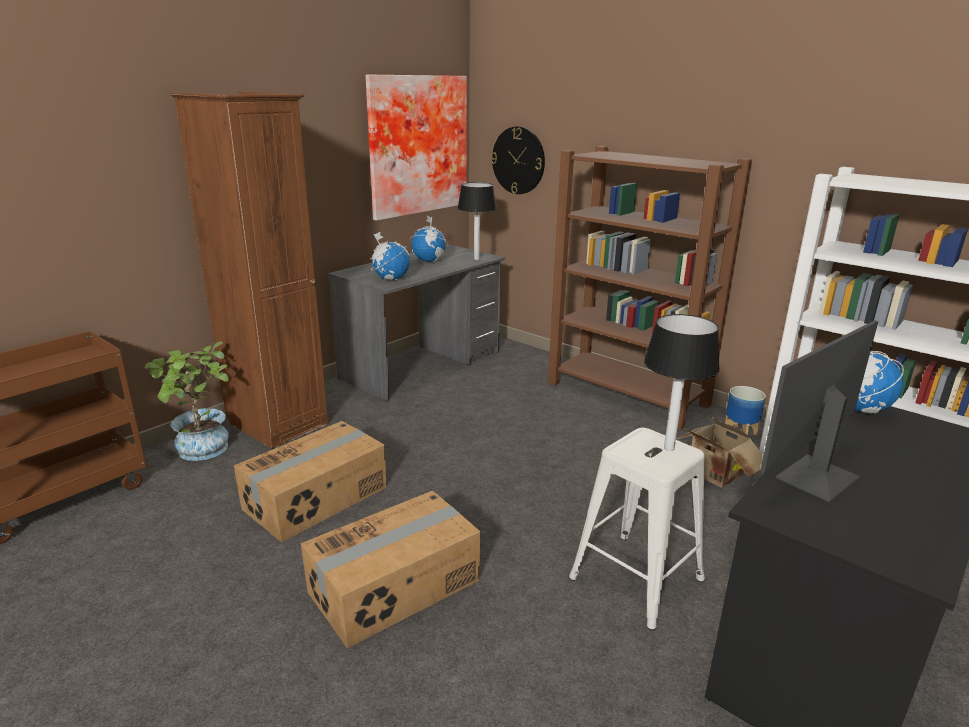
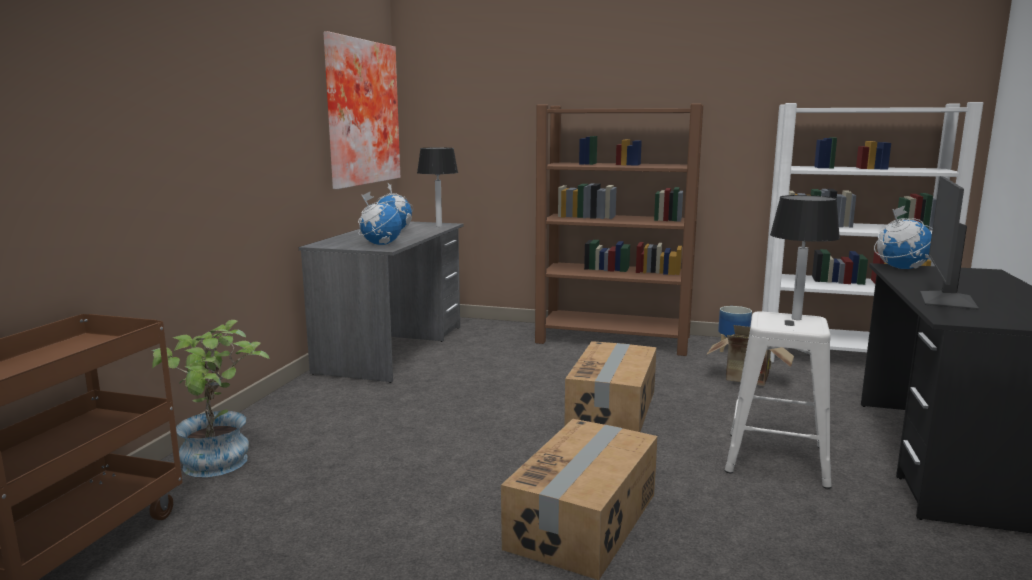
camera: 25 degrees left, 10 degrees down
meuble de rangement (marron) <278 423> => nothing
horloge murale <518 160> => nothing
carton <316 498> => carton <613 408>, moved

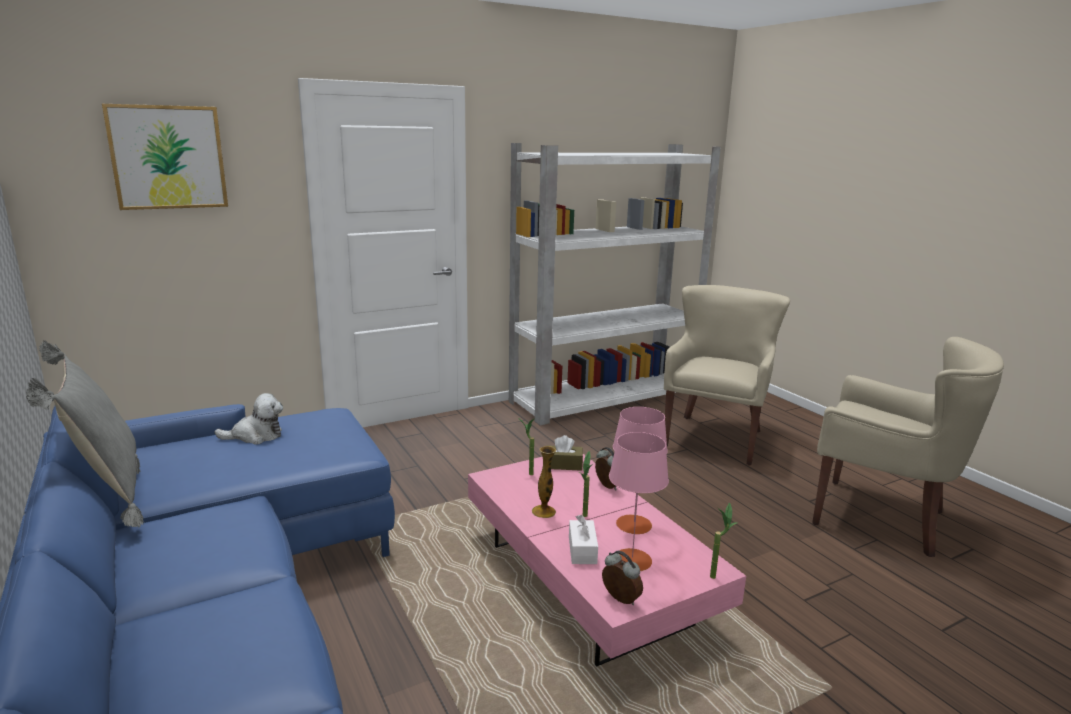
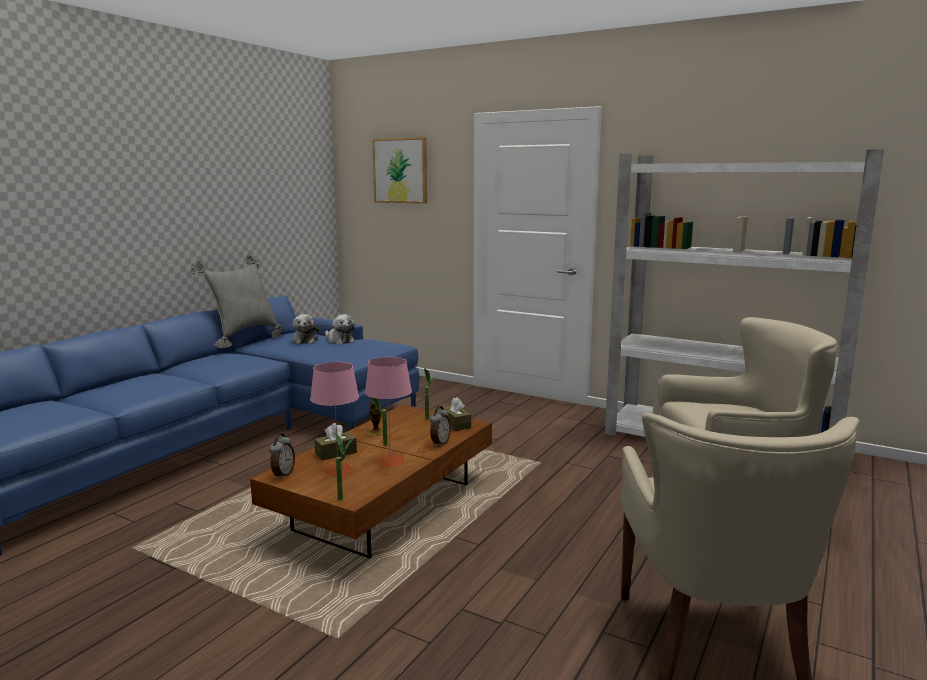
camera: 60 degrees right, 5 degrees down
nothing => peluche <304 340>
table basse (rose) <585 584> => table basse (marron) <384 506>
boîte à mouchoirs (blanc) <582 550> => boîte à mouchoirs (marron) <336 453>

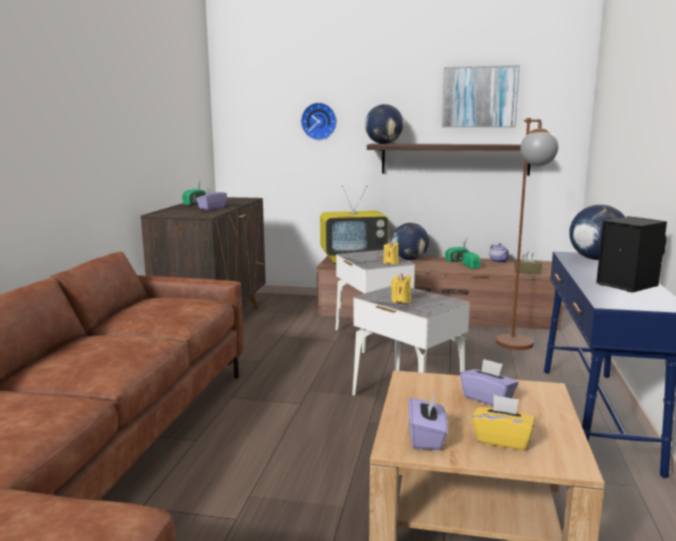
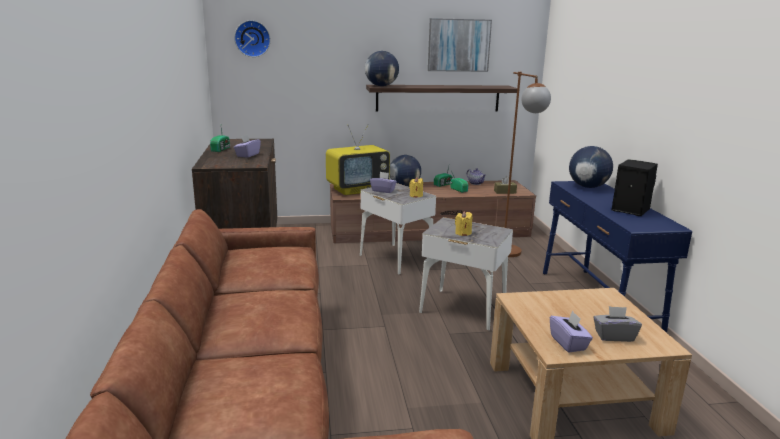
camera: 20 degrees left, 5 degrees up
horloge murale <319 121> => horloge murale <252 38>, moved
boîte à mouchoirs (violet) <488 398> => boîte à mouchoirs (violet) <383 190>, moved
boîte à mouchoirs (jaune) <502 440> => boîte à mouchoirs (gris) <614 336>

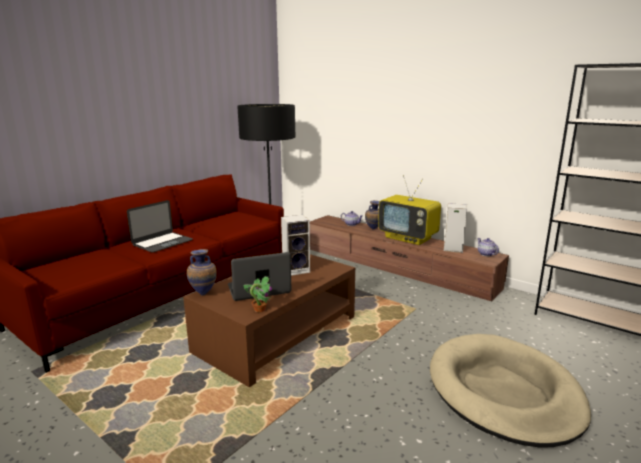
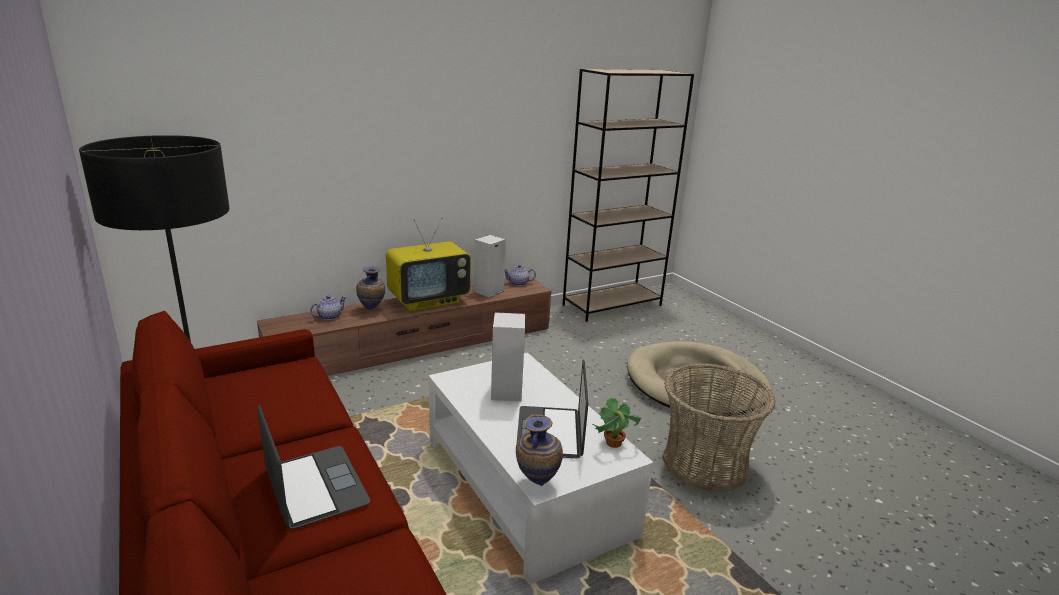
camera: 70 degrees left, 5 degrees up
nothing => panier <705 464>
table basse (marron) <277 334> => table basse (blanc) <526 486>

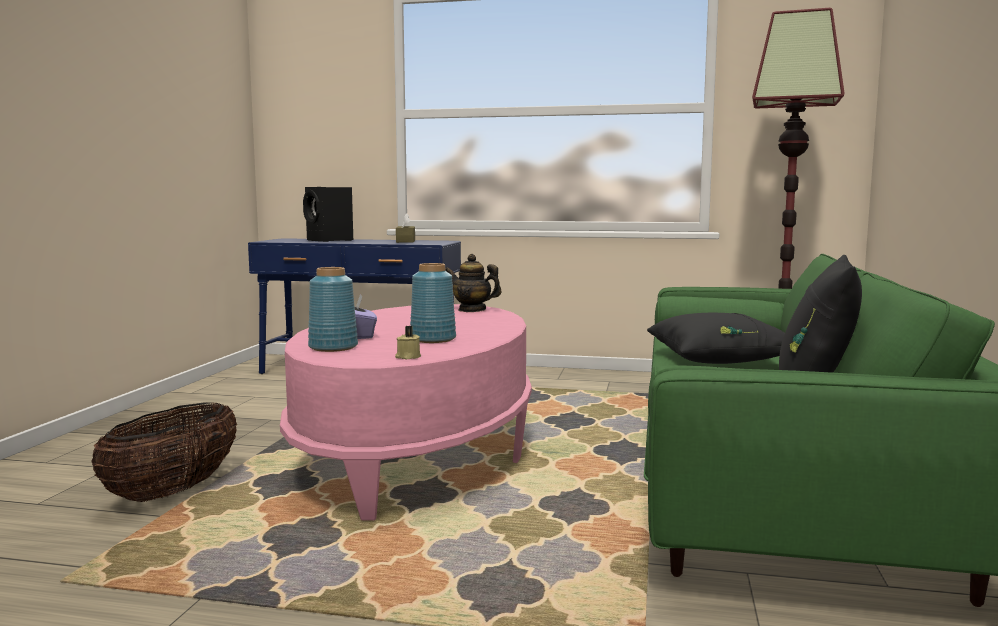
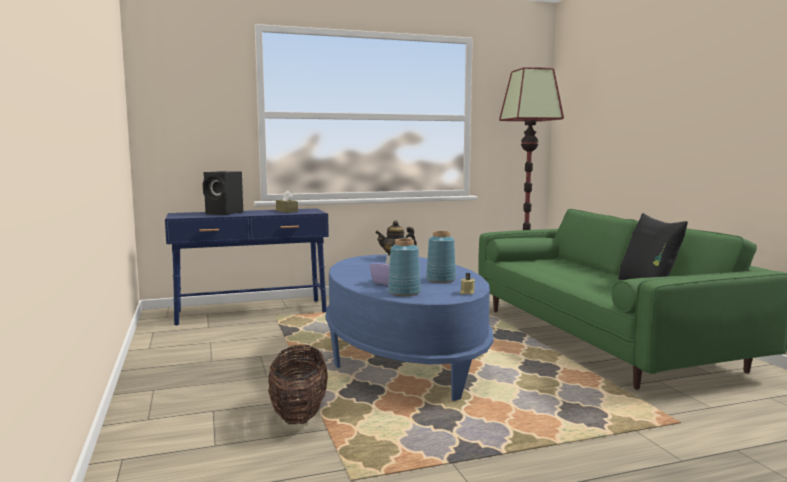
camera: 30 degrees left, 0 degrees up
coussin (noir) <719 360> => nothing
table basse (rose) <416 454> => table basse (bleu) <404 359>

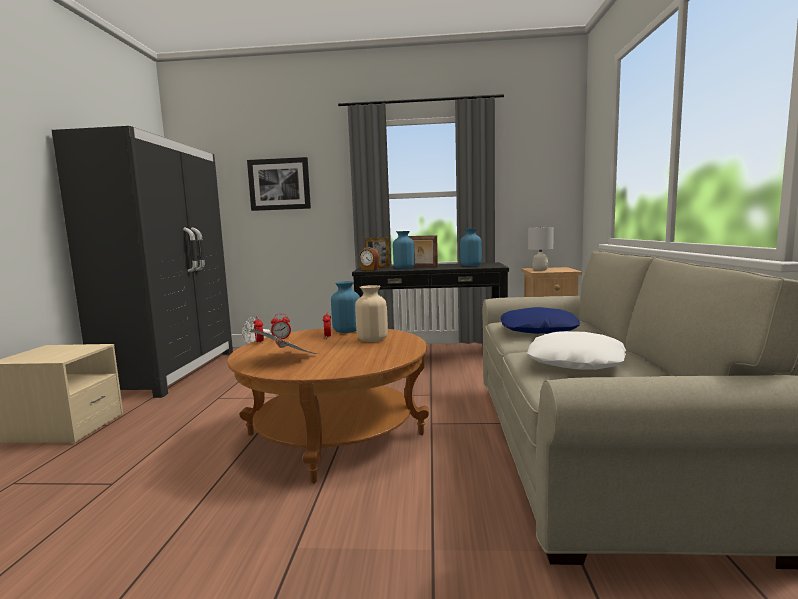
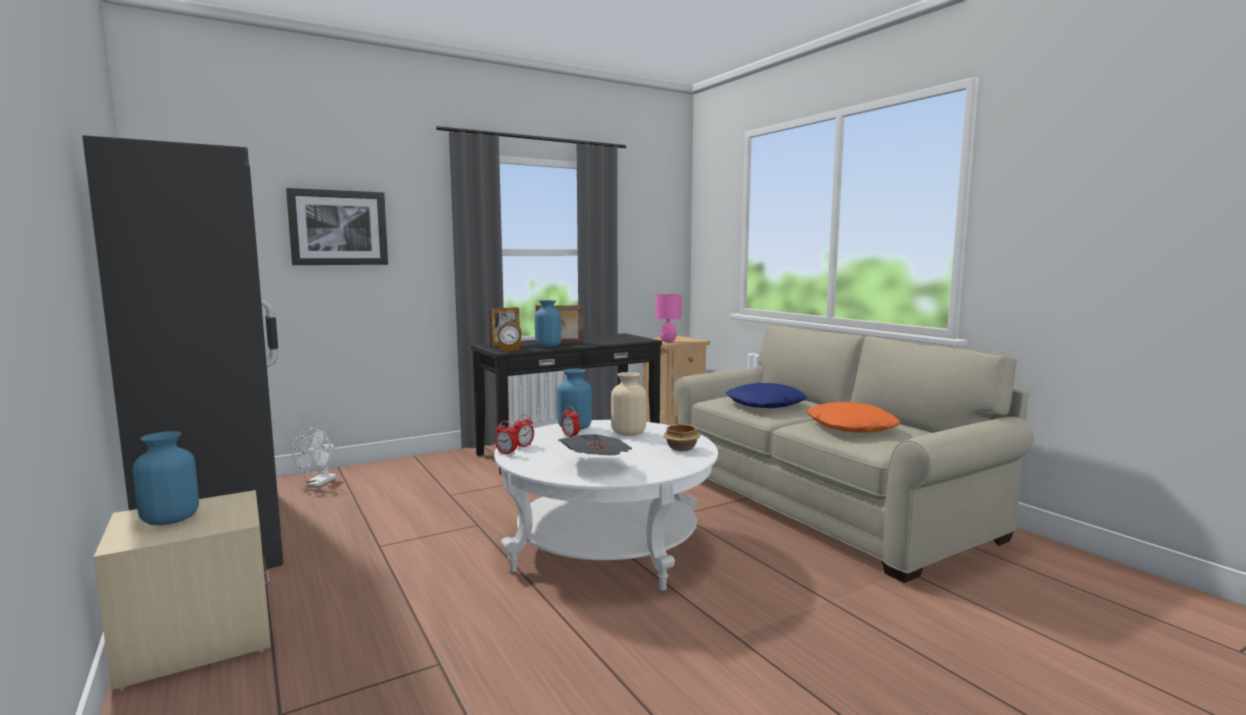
camera: 35 degrees left, 0 degrees up
nothing => bol <682 448>
vase (bleu) <471 265> => vase (bleu) <170 519>, moved
table basse (marron) <335 434> => table basse (blanc) <607 546>
coussin (blanc) <574 361> => coussin (orange) <850 427>
lampe de table (gris) <539 270> => lampe de table (rose) <667 341>

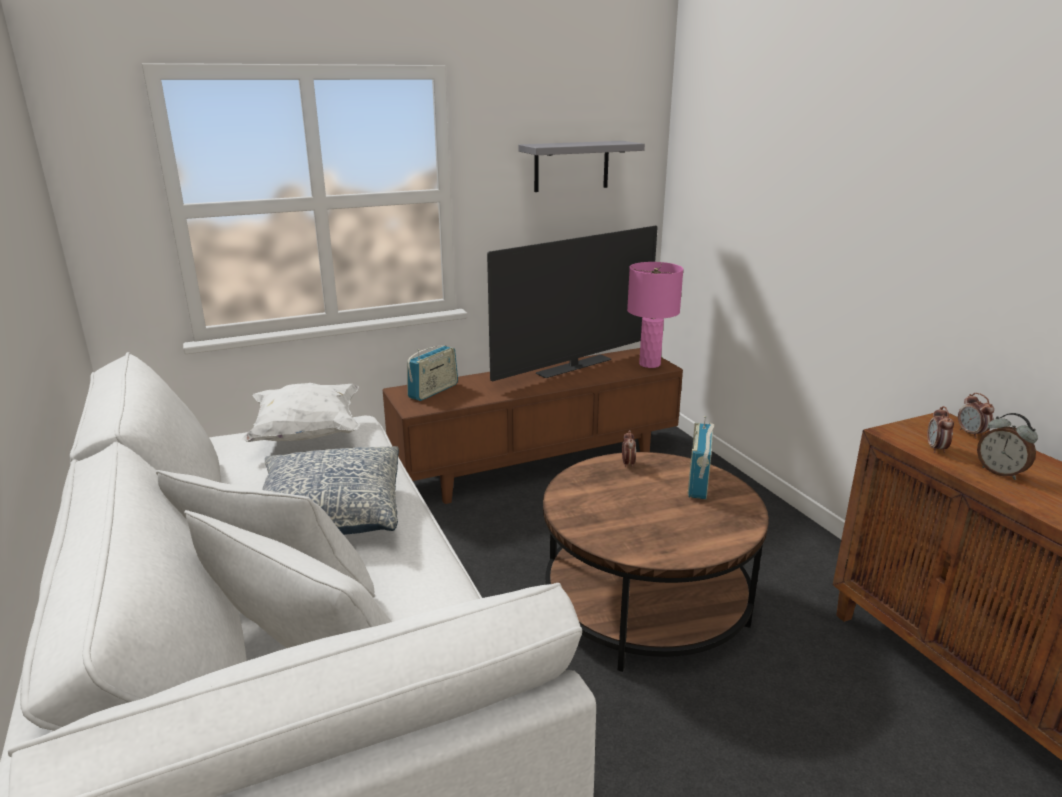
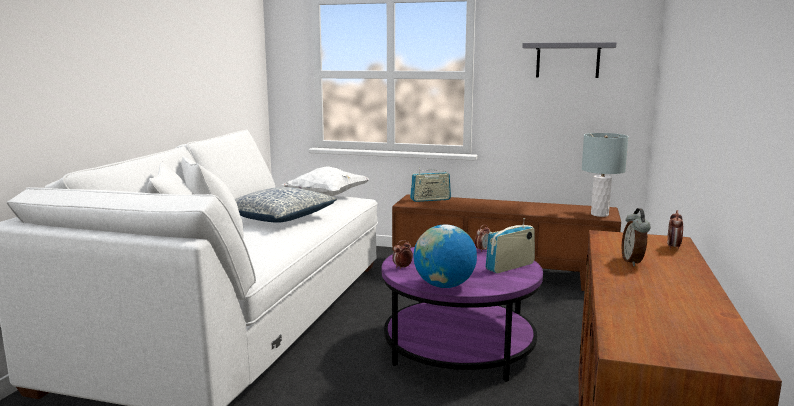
camera: 40 degrees right, 10 degrees down
téléviseur <574 367> => nothing
nothing => globe <444 285>
réveil <936 449> => réveil <402 267>, moved
table basse (marron) <645 601> => table basse (violet) <459 347>
lampe de table (rose) <650 364> => lampe de table (gris) <600 214>

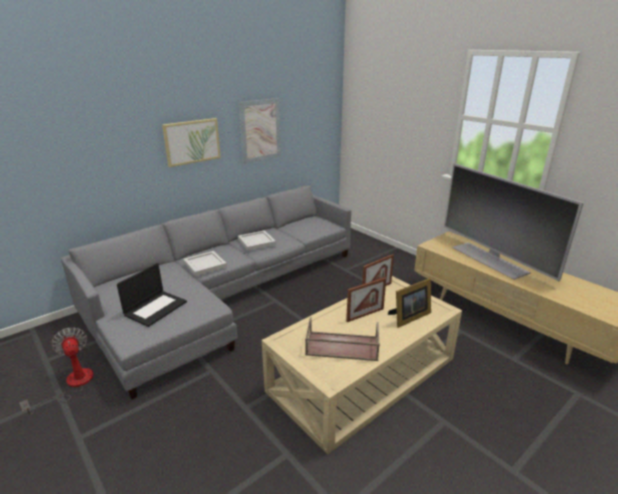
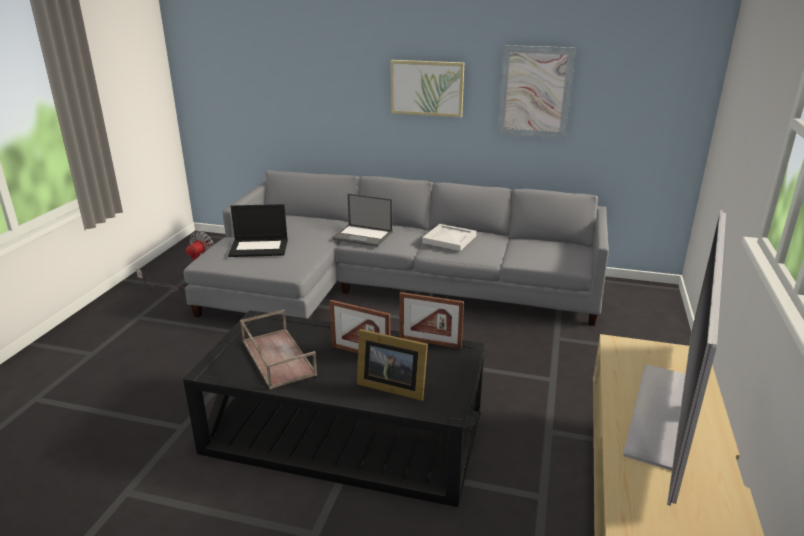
camera: 55 degrees right, 0 degrees up
plateau (blanc) <205 264> => ordinateur portable <363 236>
table basse (beige) <362 374> => table basse (noir) <345 432>

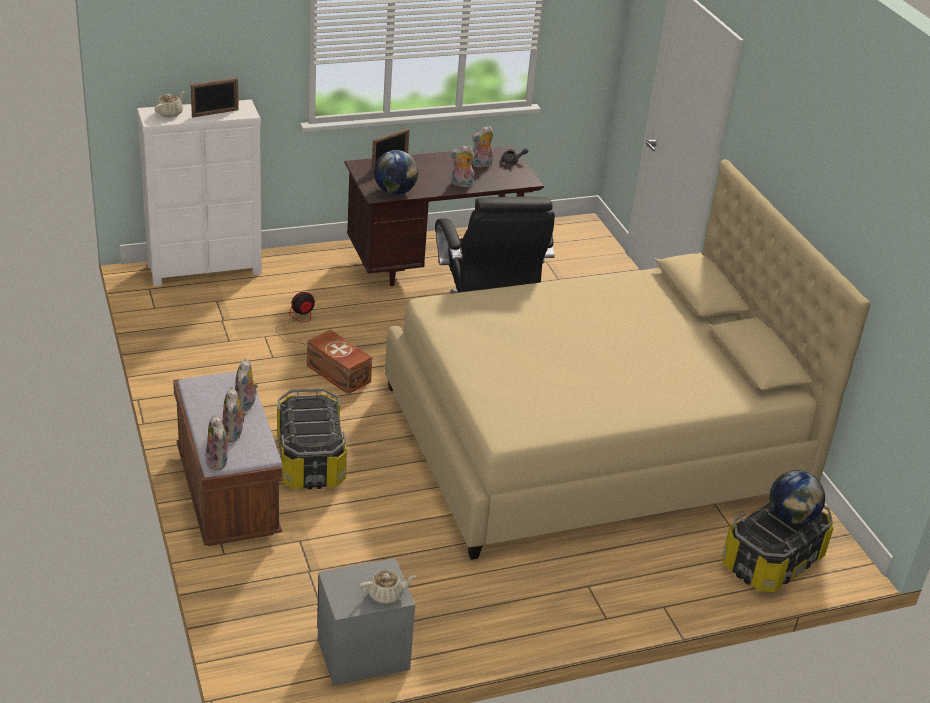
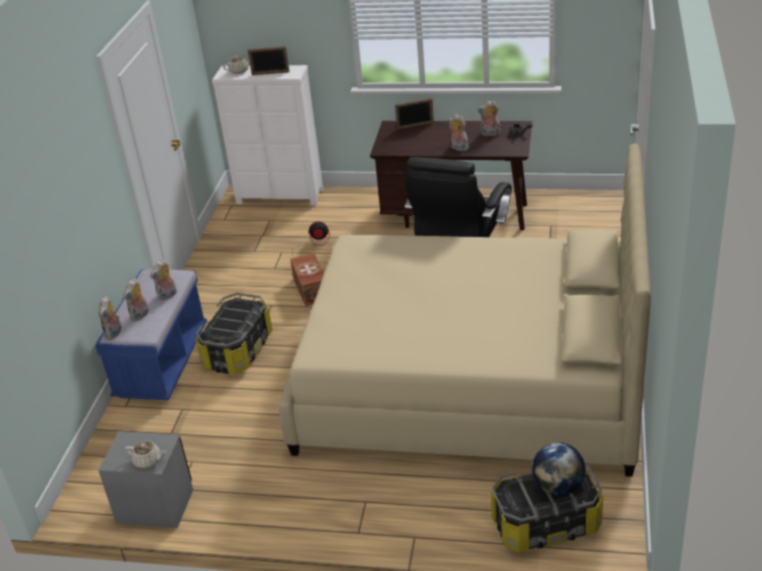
camera: 35 degrees right, 0 degrees up
globe <394 191> => nothing
banc (marron) <227 494> => banc (bleu) <162 363>

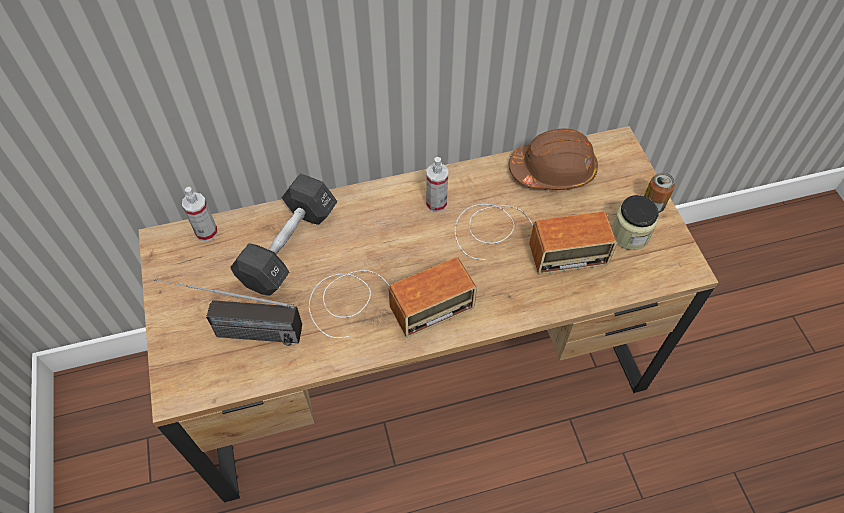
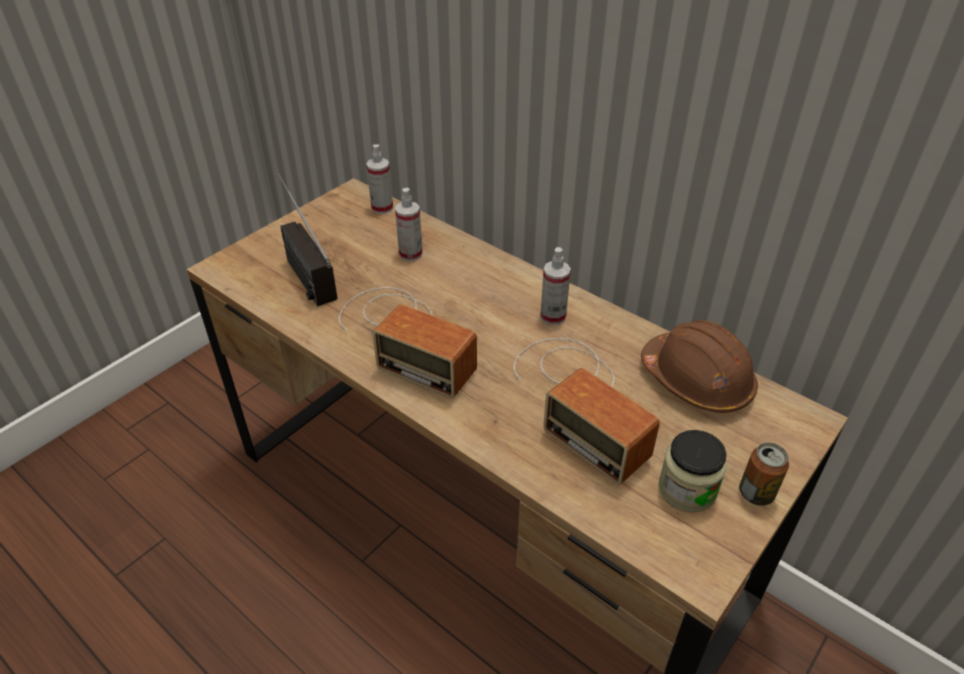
camera: 55 degrees right, 15 degrees down
haltère (noir) <289 246> => vaporisateur <410 254>

